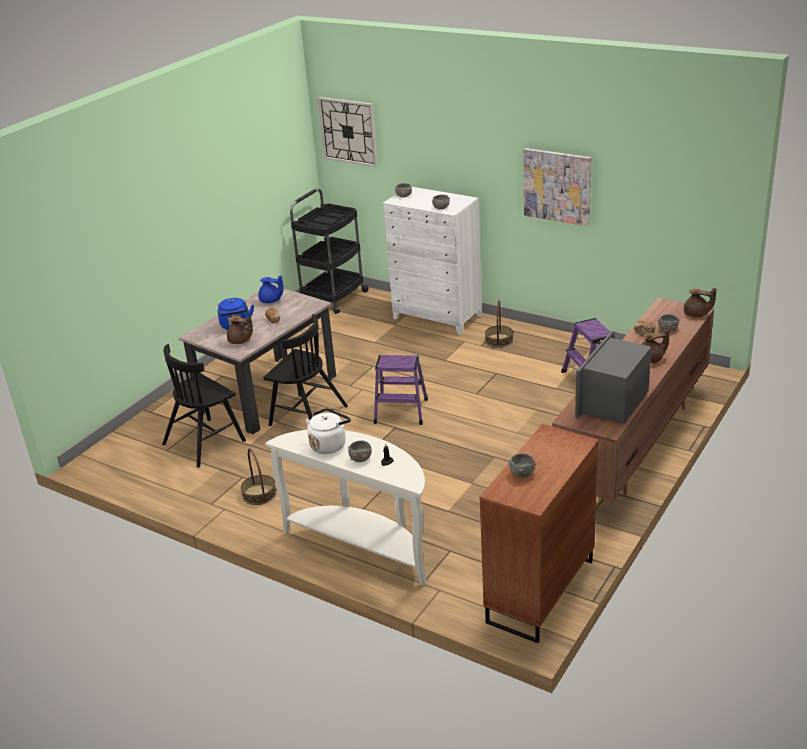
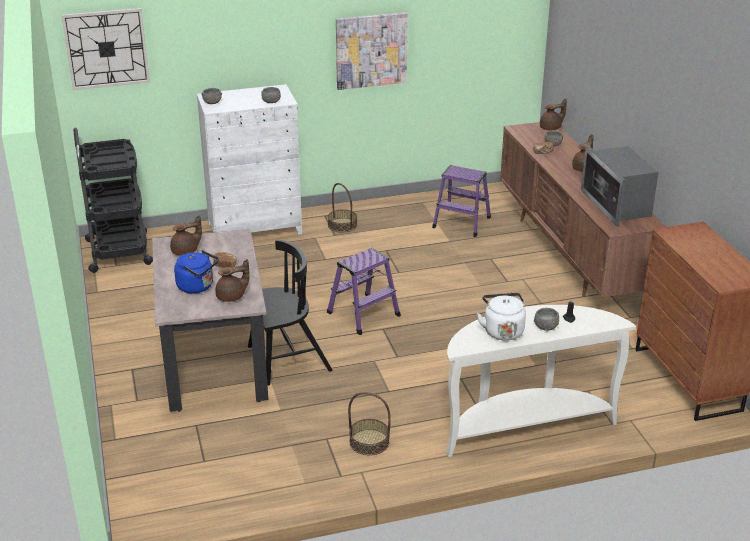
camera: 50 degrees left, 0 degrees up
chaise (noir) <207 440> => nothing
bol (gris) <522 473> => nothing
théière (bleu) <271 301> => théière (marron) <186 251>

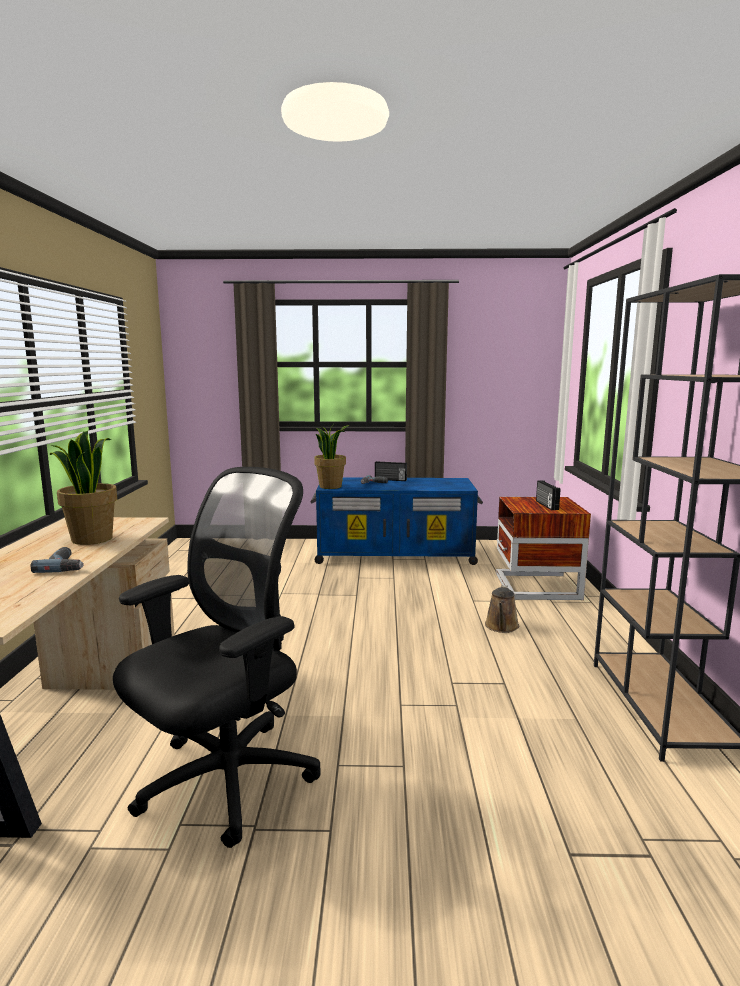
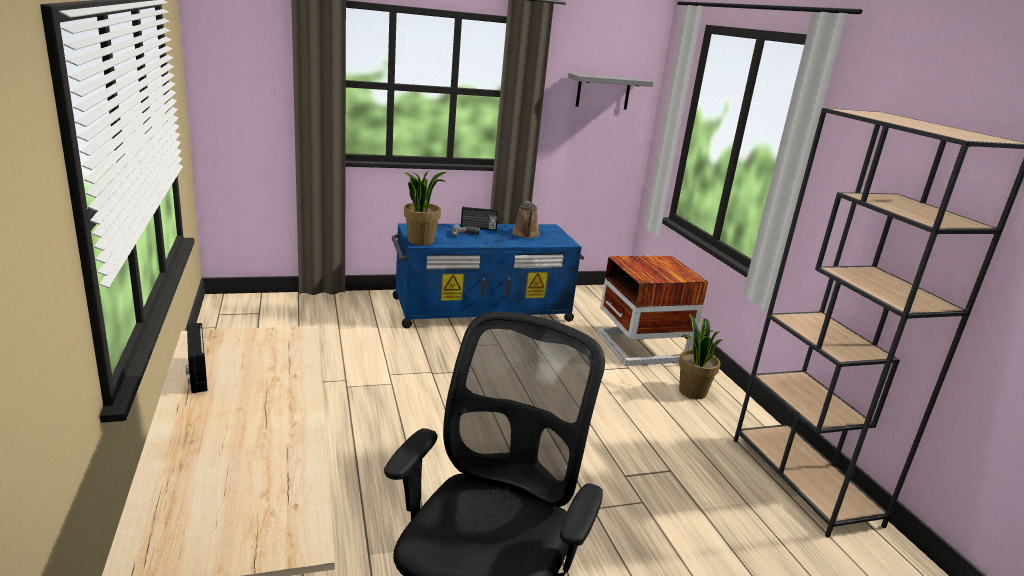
camera: 20 degrees left, 10 degrees up
perceuse <66 565> => nothing
nothing => étagère (gris) <603 91>
plante en pot <91 539> => plante en pot <691 392>, moved
arrosoir (marron) <501 627> => arrosoir (marron) <526 234>, moved
radio <546 505> => radio <196 374>, moved

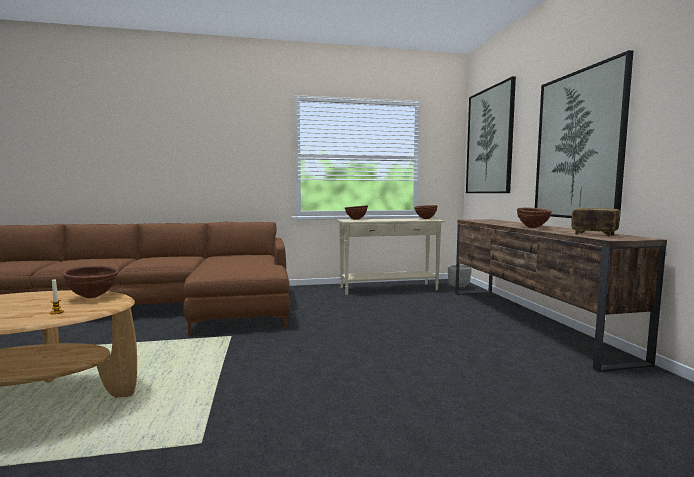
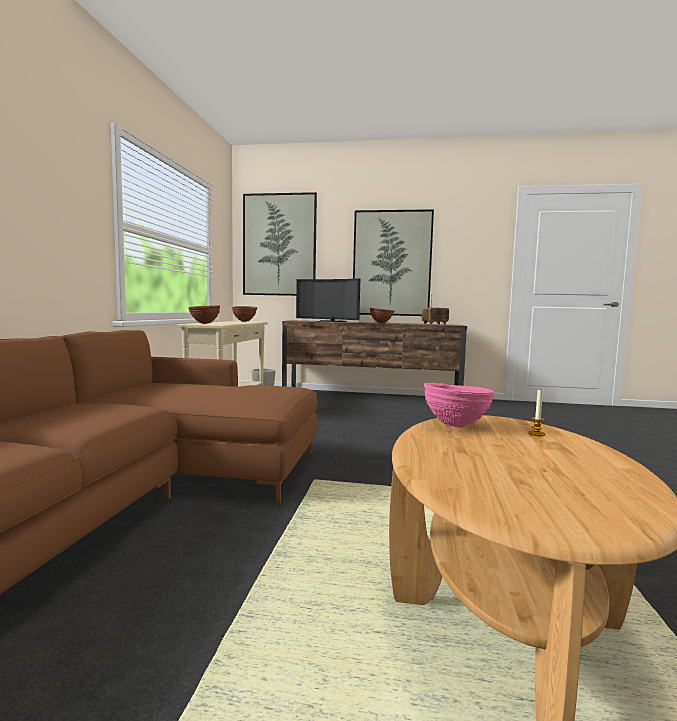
camera: 70 degrees left, 0 degrees up
nothing => téléviseur <331 321>
bol (marron) <92 297> => bol (rose) <456 426>

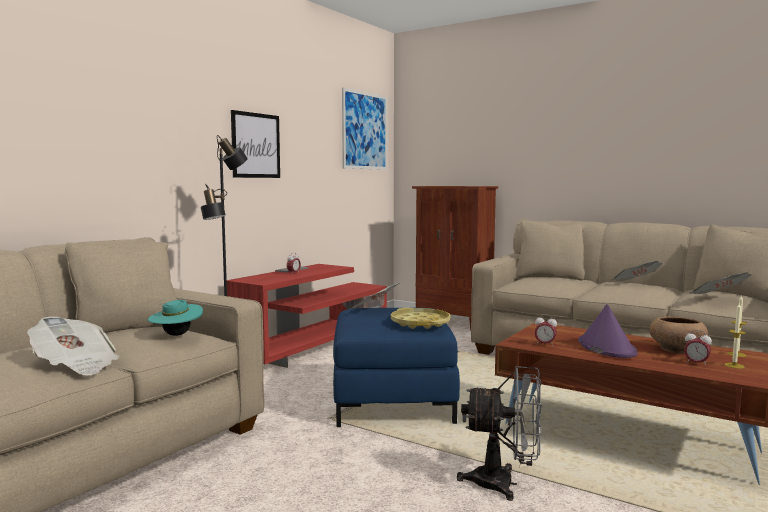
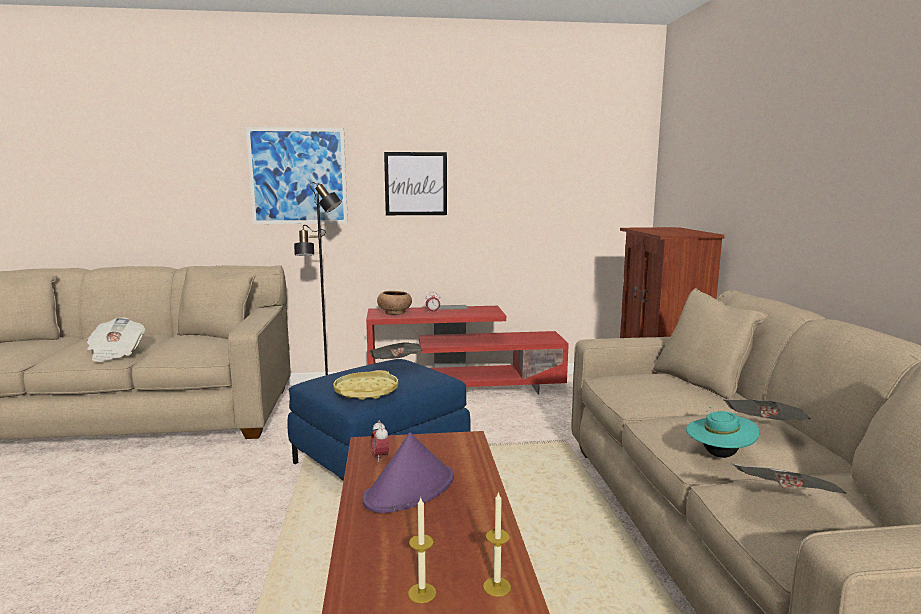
camera: 50 degrees right, 5 degrees up
ventilateur (gris) <504 484> => nothing
réveil <696 364> => nothing
chapeau (turquoise) <176 335> => chapeau (turquoise) <719 455>, moved
tableau <365 131> => tableau <298 176>, moved
bol (marron) <676 349> => bol (marron) <395 312>, moved

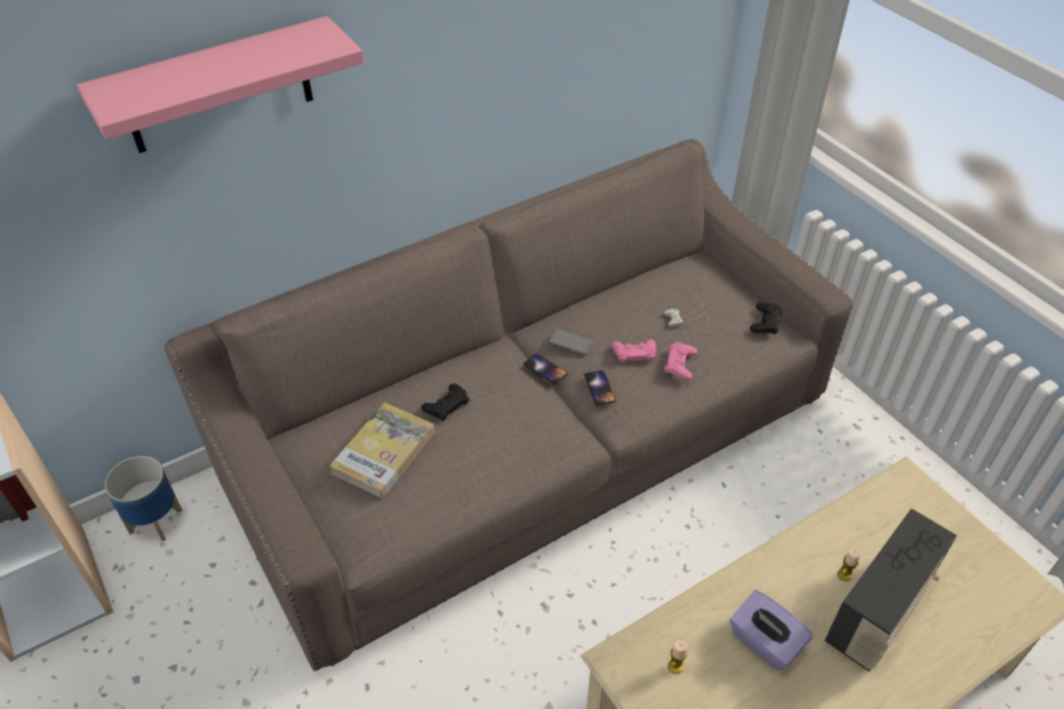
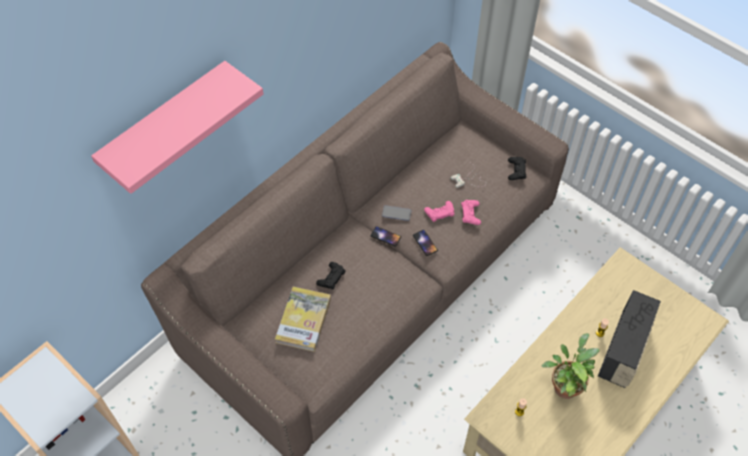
camera: 15 degrees left, 10 degrees up
cache-pot <156 520> => nothing
boîte à mouchoirs (violet) <764 642> => plante en pot <565 385>

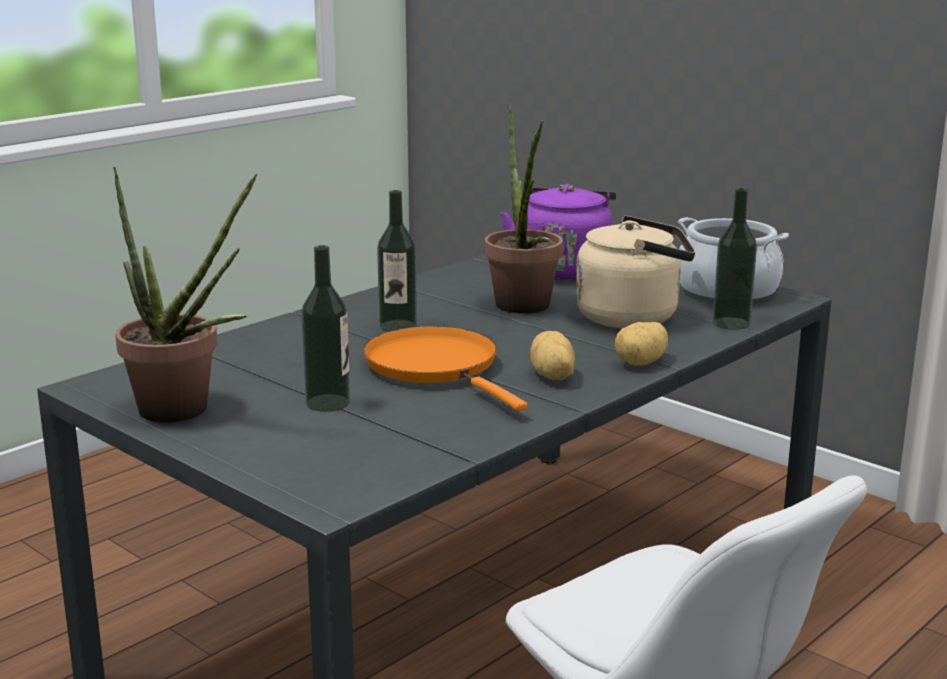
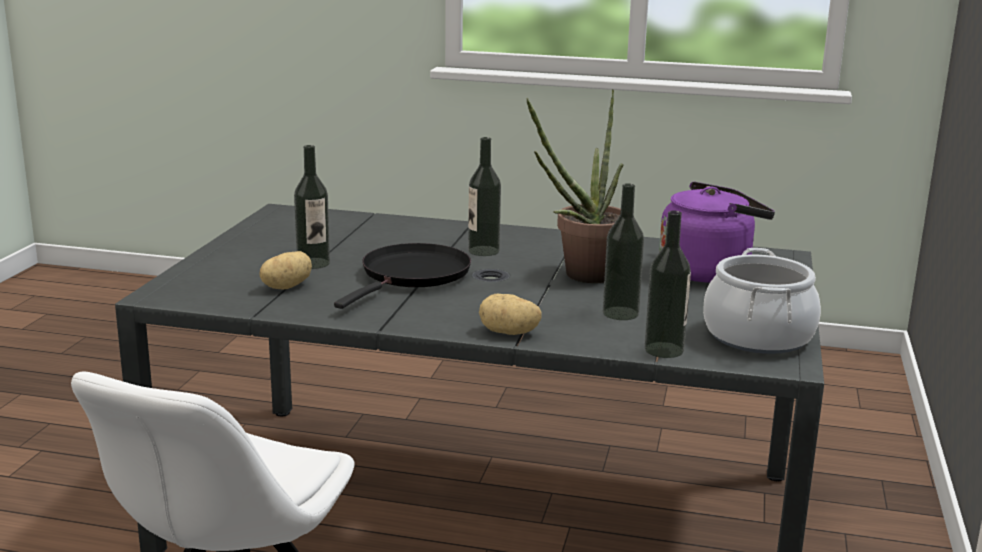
camera: 60 degrees right, 0 degrees up
plante en pot <186 412> => nothing
pomme de terre <551 376> => pomme de terre <286 286>, moved
bouilloire (beige) <633 317> => bouteille <620 313>
poêle (orange) <436 367> => poêle (noir) <412 275>

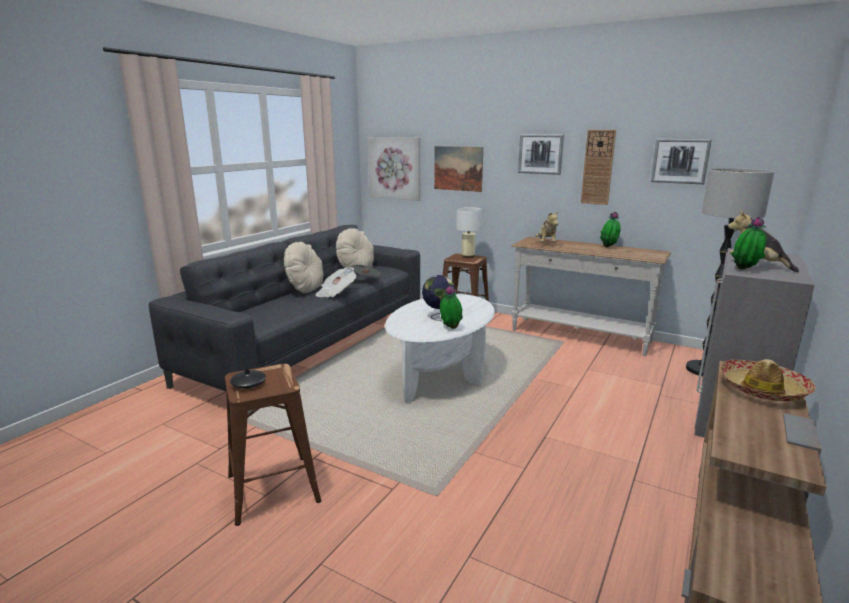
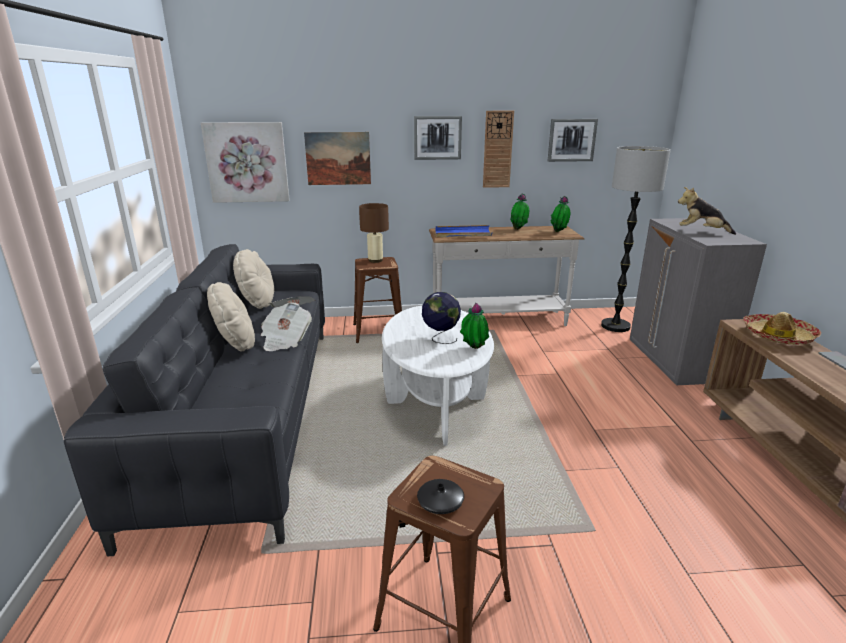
camera: 35 degrees left, 5 degrees up
plante en pot <744 270> => plante en pot <559 232>, moved
peluche <546 243> => plateau (bleu) <462 234>
lampe de table (blanc) <467 256> => lampe de table (marron) <375 260>

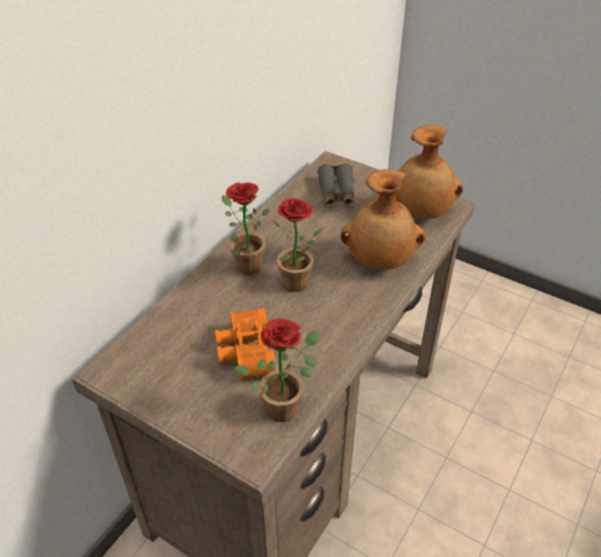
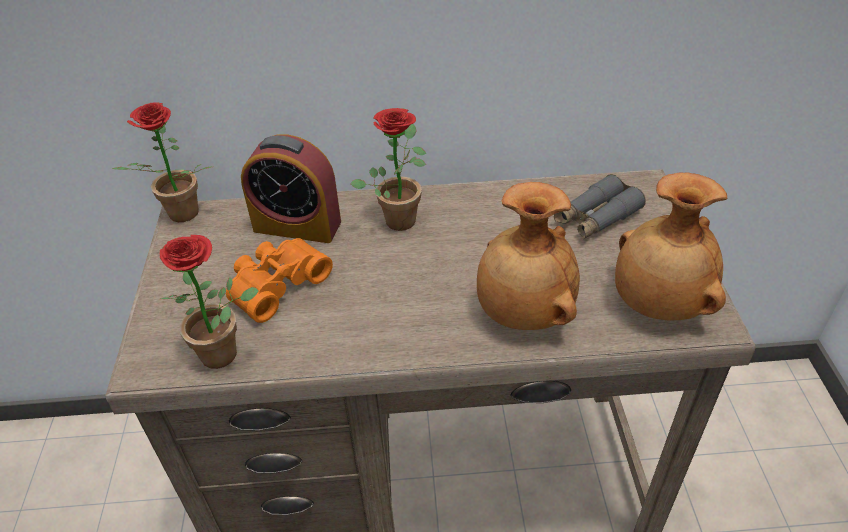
camera: 55 degrees right, 0 degrees up
nothing => réveil <297 226>
plante en pot <298 287> => plante en pot <179 217>, moved

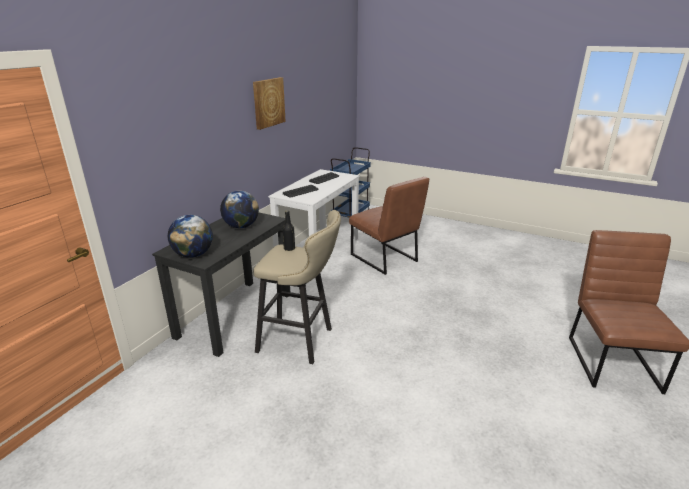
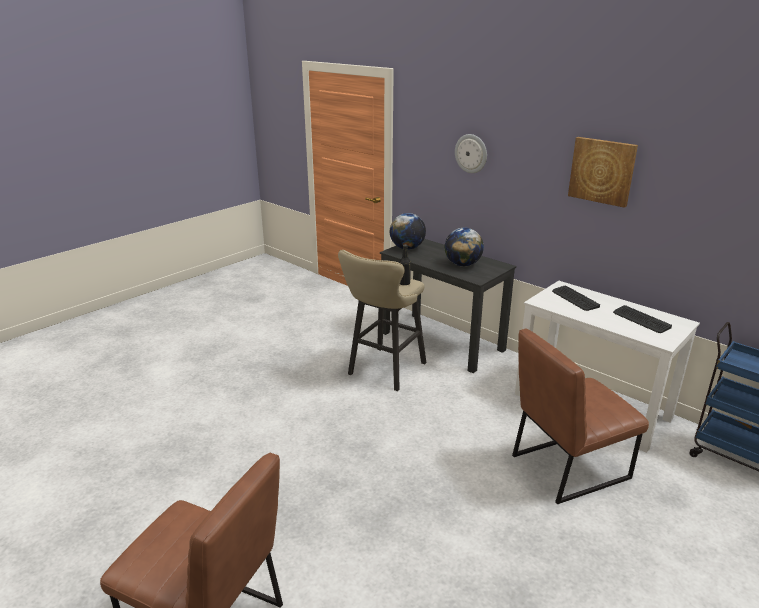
camera: 105 degrees right, 0 degrees up
nothing => horloge murale <471 153>

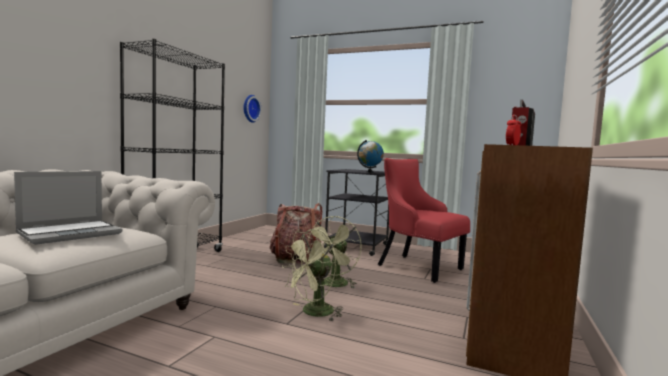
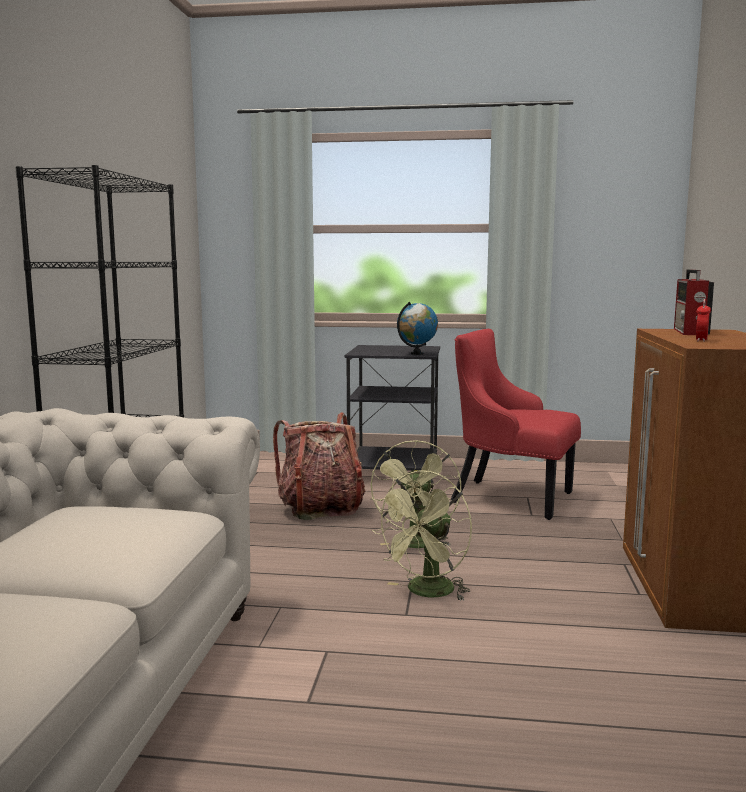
camera: 15 degrees left, 5 degrees up
ordinateur portable <71 233> => nothing
horloge murale <250 108> => nothing

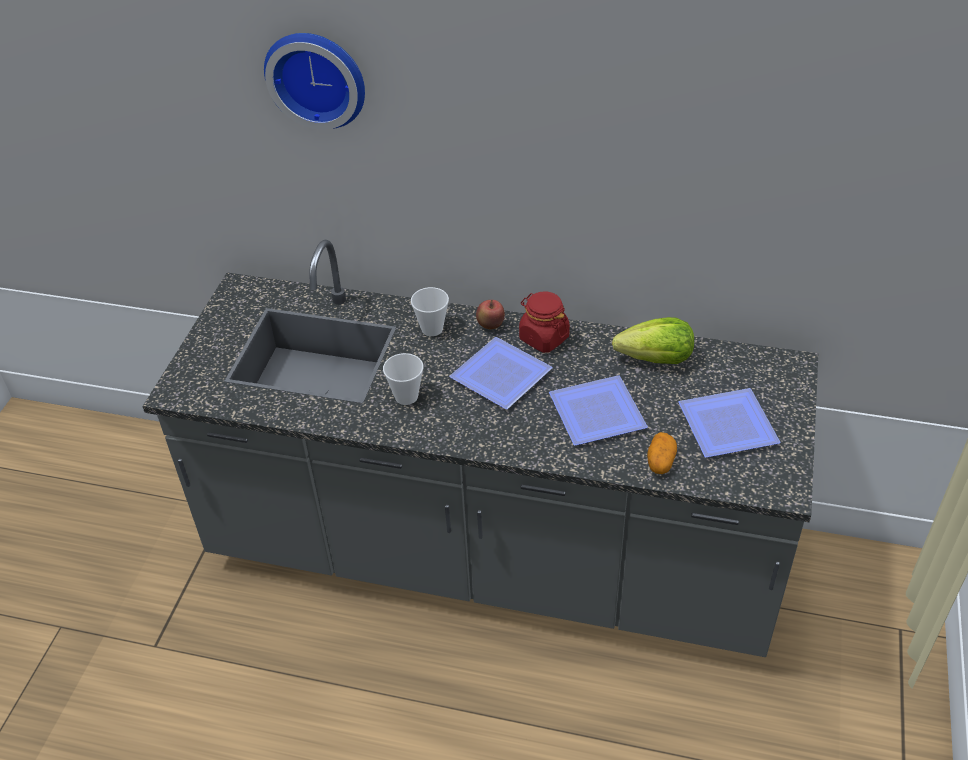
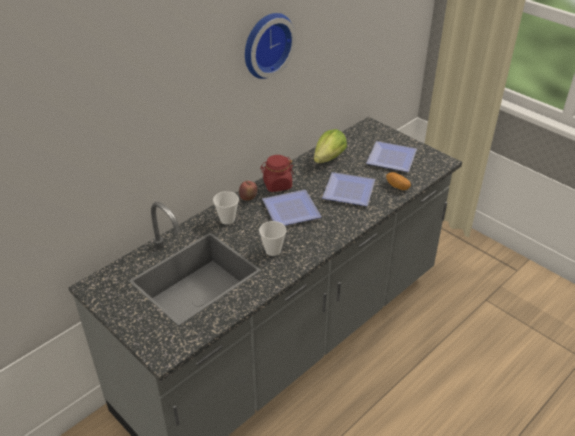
camera: 60 degrees left, 5 degrees down
horloge murale <317 77> => horloge murale <265 44>, moved

